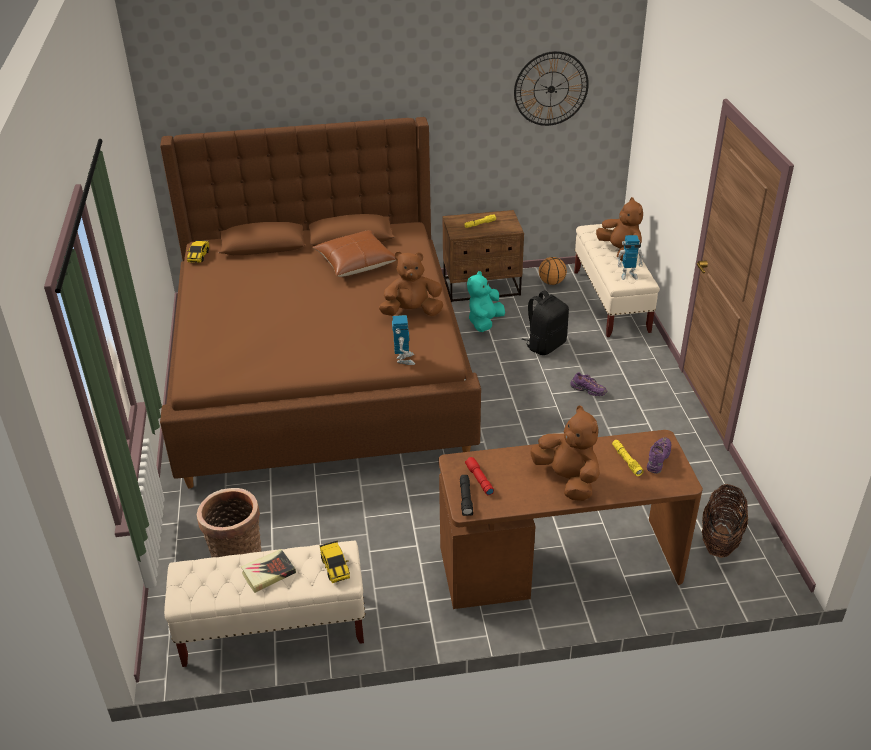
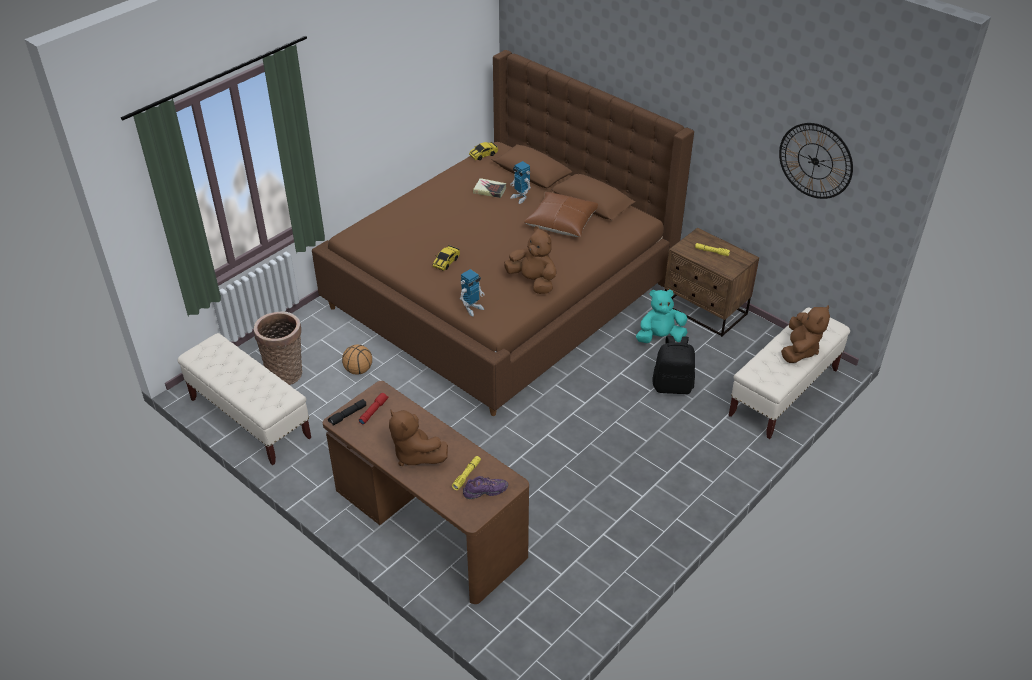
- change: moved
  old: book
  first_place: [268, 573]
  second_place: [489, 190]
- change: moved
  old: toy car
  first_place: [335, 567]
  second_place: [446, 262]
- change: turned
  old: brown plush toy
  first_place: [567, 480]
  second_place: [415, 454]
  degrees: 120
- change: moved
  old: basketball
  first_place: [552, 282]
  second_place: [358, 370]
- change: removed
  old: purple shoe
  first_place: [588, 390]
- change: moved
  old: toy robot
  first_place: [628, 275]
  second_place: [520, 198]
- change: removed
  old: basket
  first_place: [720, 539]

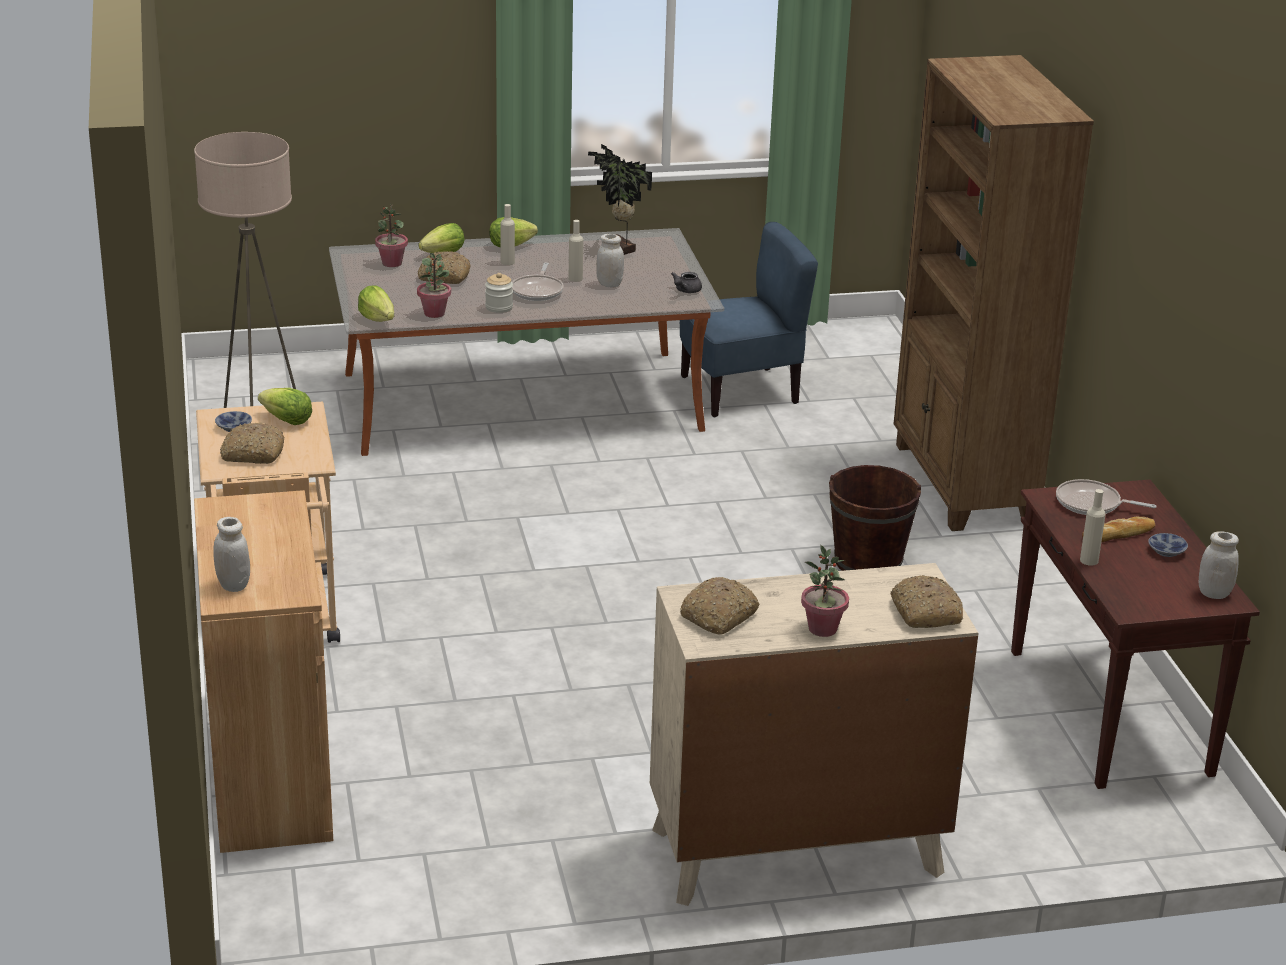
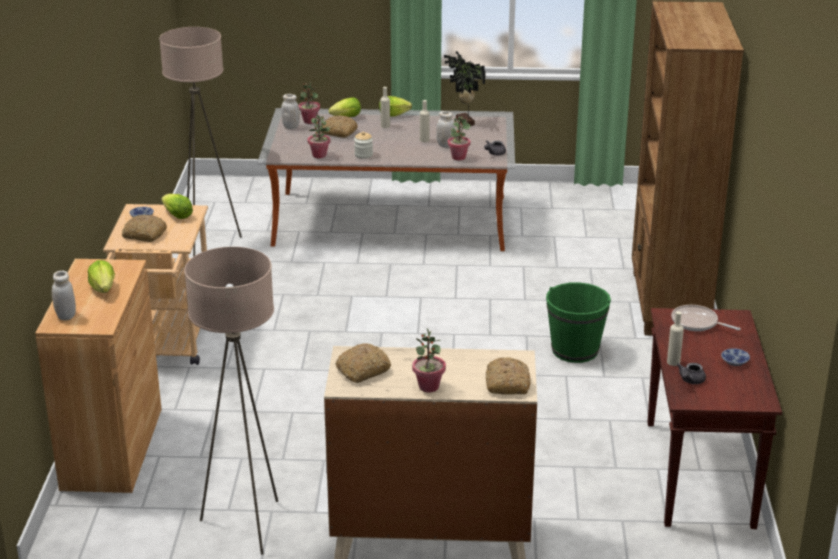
- change: moved
  old: lettuce
  first_place: [377, 319]
  second_place: [103, 289]
- change: removed
  old: frying pan
  first_place: [538, 291]
- change: removed
  old: blue chair
  first_place: [740, 391]
- change: recoloured
  old: brown bucket
  new: green bucket
  first_place: [868, 562]
  second_place: [575, 350]
- change: removed
  old: bread
  first_place: [1118, 534]
- change: moved
  old: white jar
  first_place: [1214, 593]
  second_place: [291, 127]
- change: added
  new: beige floor lamp
  second_place: [246, 525]
- change: added
  new: potted plant
  second_place: [458, 157]
- change: added
  new: grey teapot
  second_place: [690, 381]

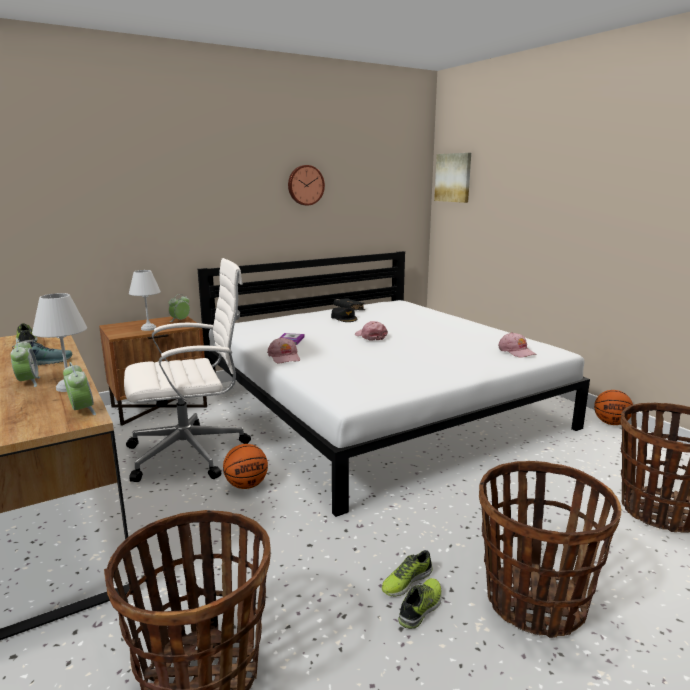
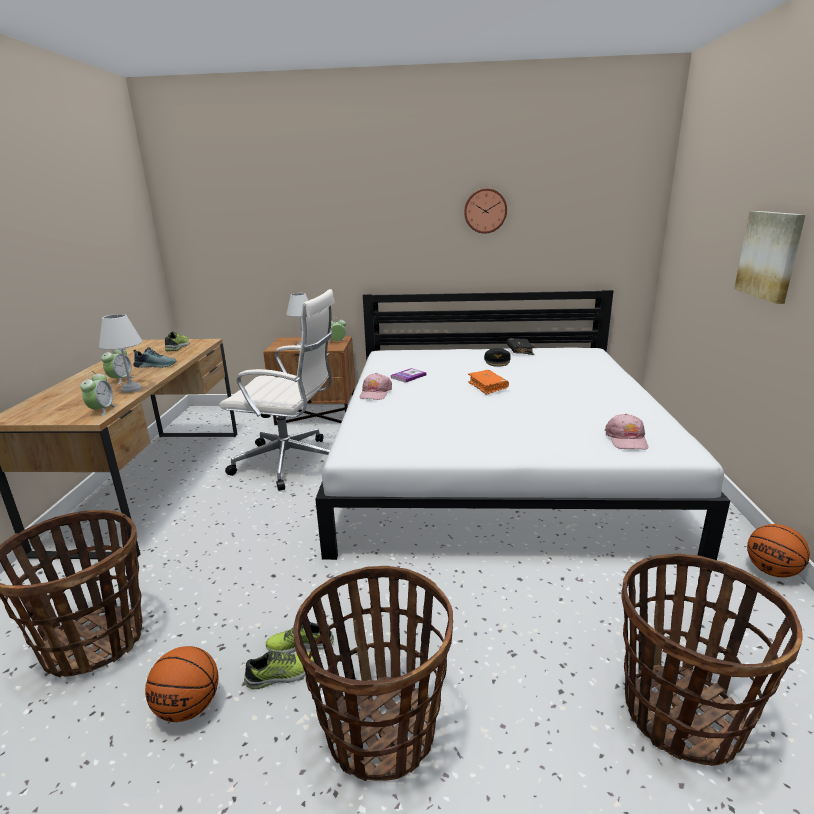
- change: moved
  old: basketball
  first_place: [246, 485]
  second_place: [188, 707]
- change: replaced
  old: pink cap
  new: orange book
  first_place: [370, 336]
  second_place: [487, 386]
- change: moved
  old: picture
  first_place: [453, 177]
  second_place: [770, 255]

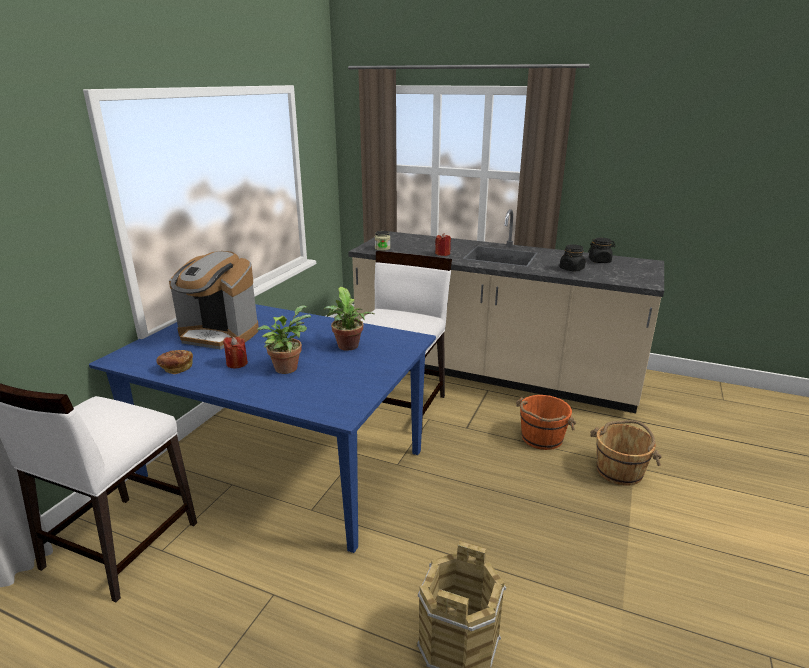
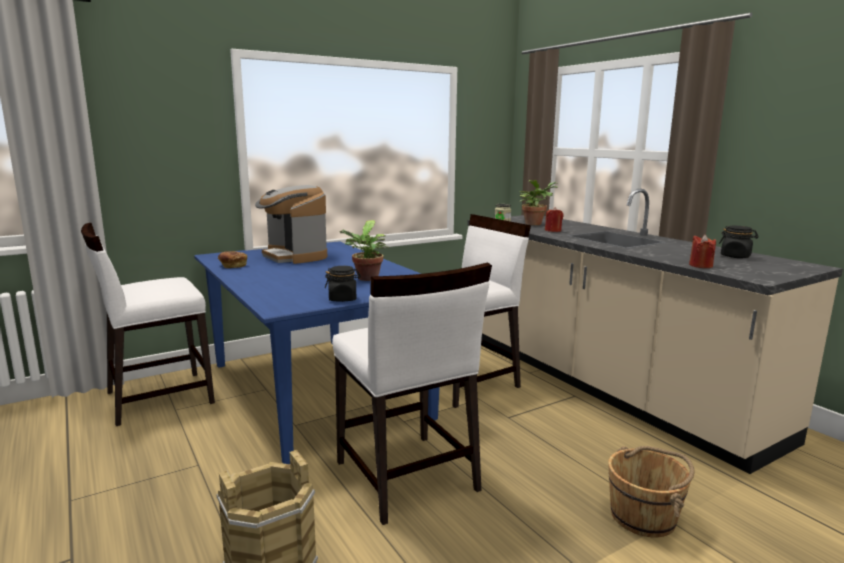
- change: moved
  old: red candle
  first_place: [237, 363]
  second_place: [700, 265]
- change: moved
  old: potted plant
  first_place: [287, 367]
  second_place: [534, 223]
- change: removed
  old: orange bucket
  first_place: [541, 438]
- change: moved
  old: black jar
  first_place: [571, 269]
  second_place: [343, 299]
- change: added
  new: white chair
  second_place: [406, 477]

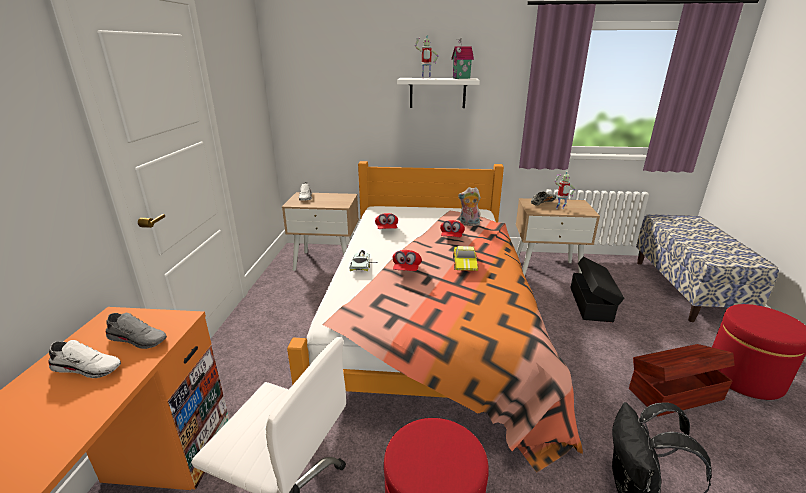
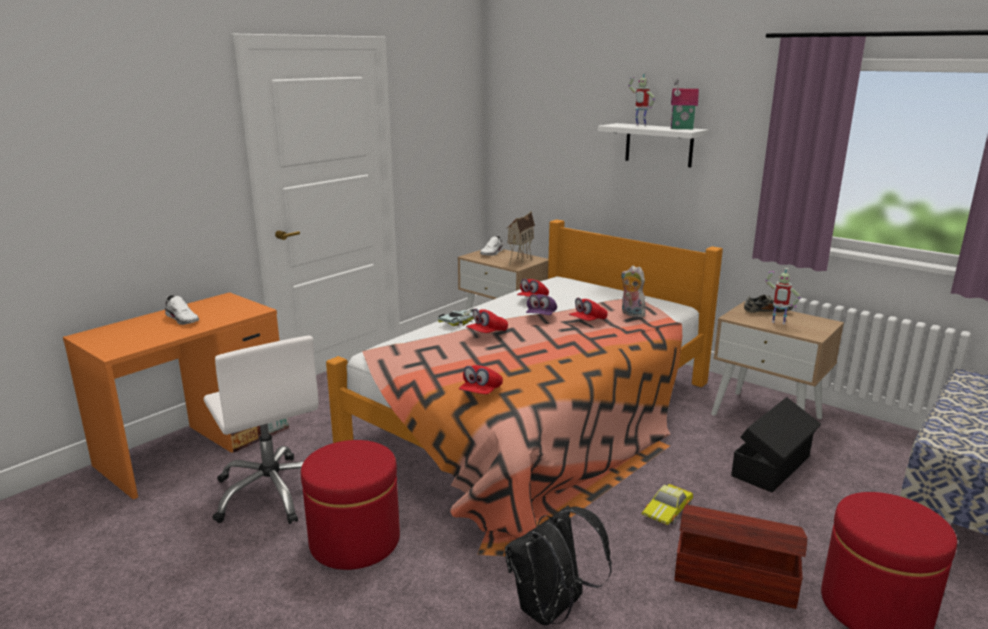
- change: removed
  old: grey shoe
  first_place: [139, 339]
- change: moved
  old: toy car
  first_place: [466, 263]
  second_place: [668, 511]
- change: added
  new: red cap
  second_place: [481, 393]
- change: added
  new: toy house
  second_place: [519, 261]
- change: added
  new: purple cap
  second_place: [541, 316]

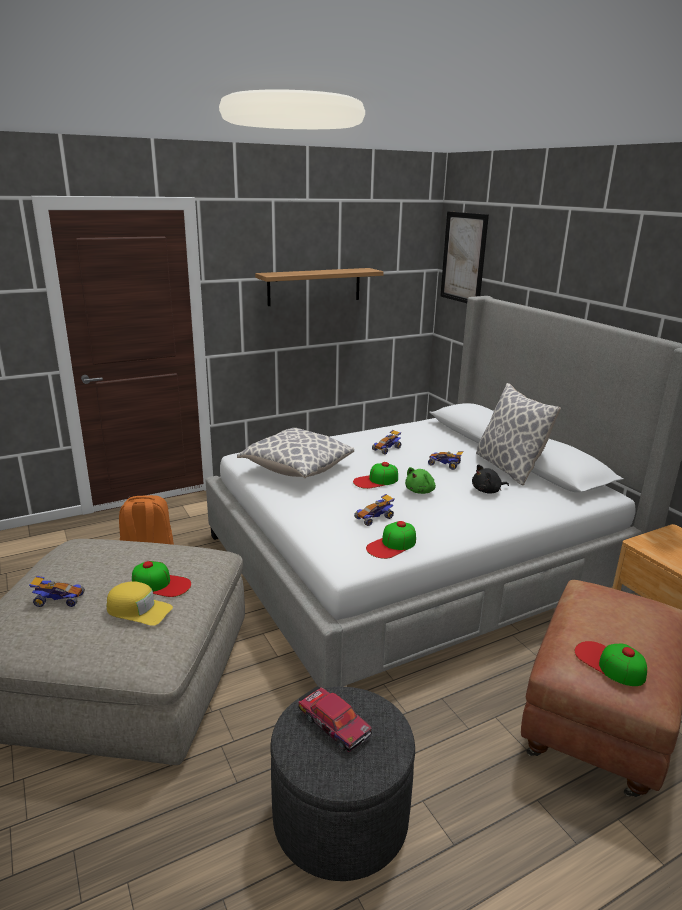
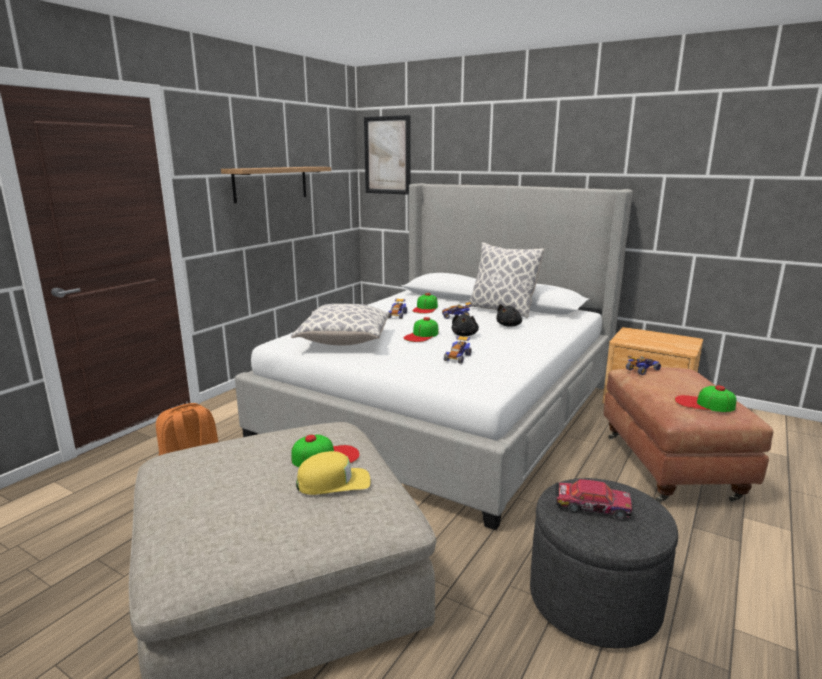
- change: moved
  old: toy car
  first_place: [58, 600]
  second_place: [642, 370]
- change: moved
  old: cap
  first_place: [392, 545]
  second_place: [425, 308]
- change: recoloured
  old: green plush toy
  new: black plush toy
  first_place: [420, 491]
  second_place: [464, 335]

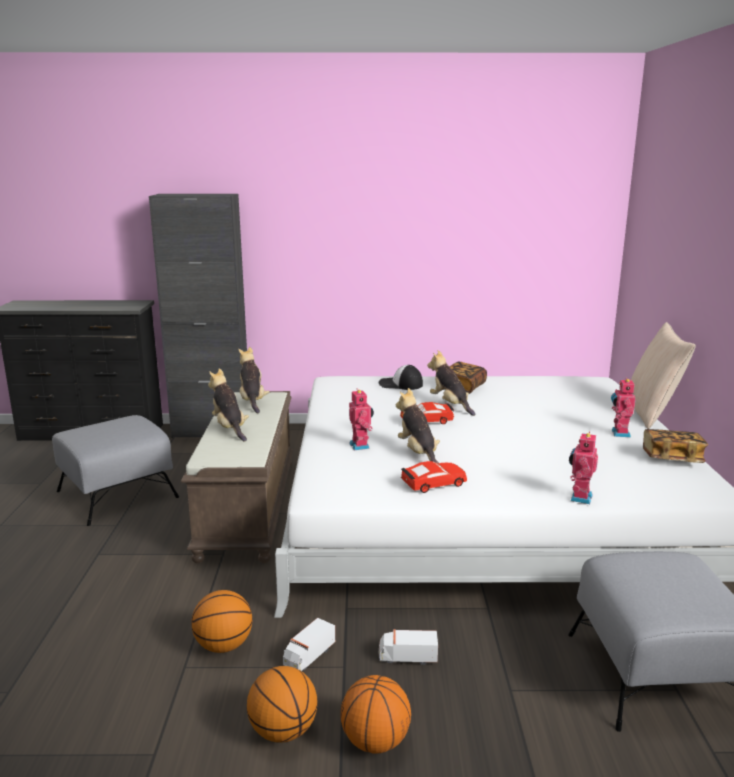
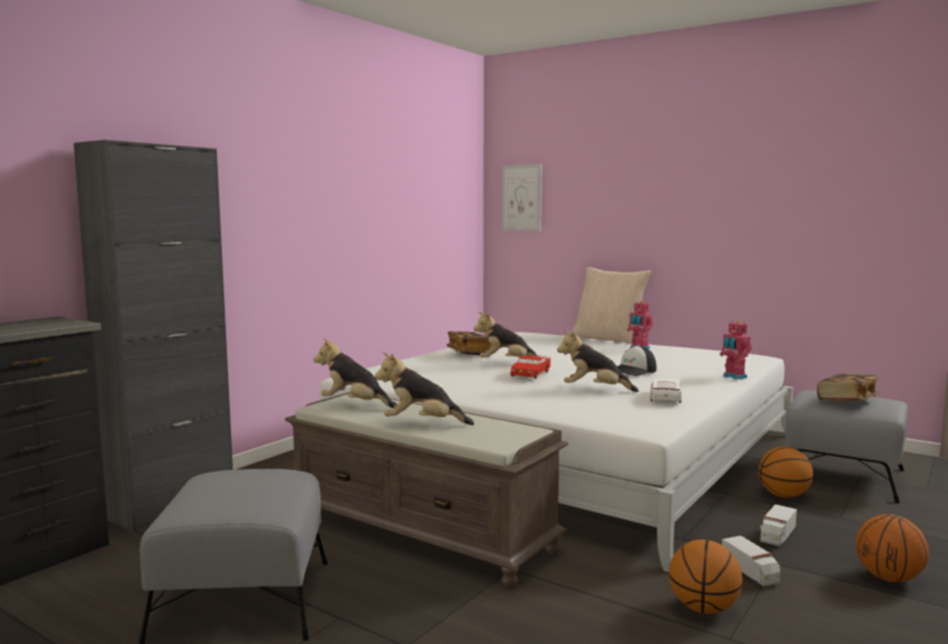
- change: moved
  old: basketball
  first_place: [283, 731]
  second_place: [784, 496]
- change: removed
  old: toy robot
  first_place: [361, 445]
- change: moved
  old: cap
  first_place: [400, 384]
  second_place: [633, 371]
- change: recoloured
  old: red toy car
  new: white toy car
  first_place: [433, 483]
  second_place: [665, 397]
- change: moved
  old: book
  first_place: [671, 458]
  second_place: [847, 400]
- change: added
  new: picture
  second_place: [521, 197]

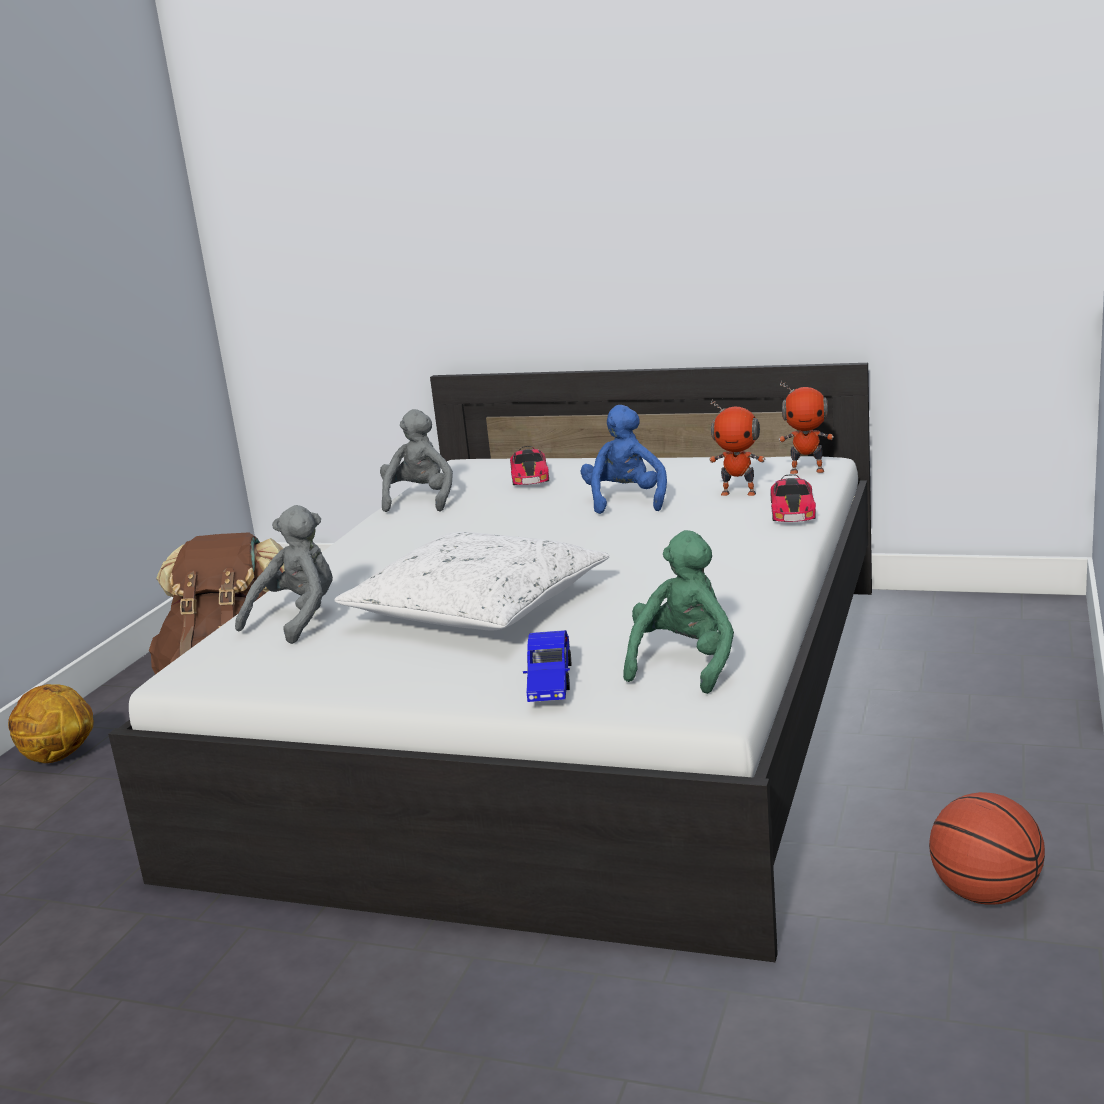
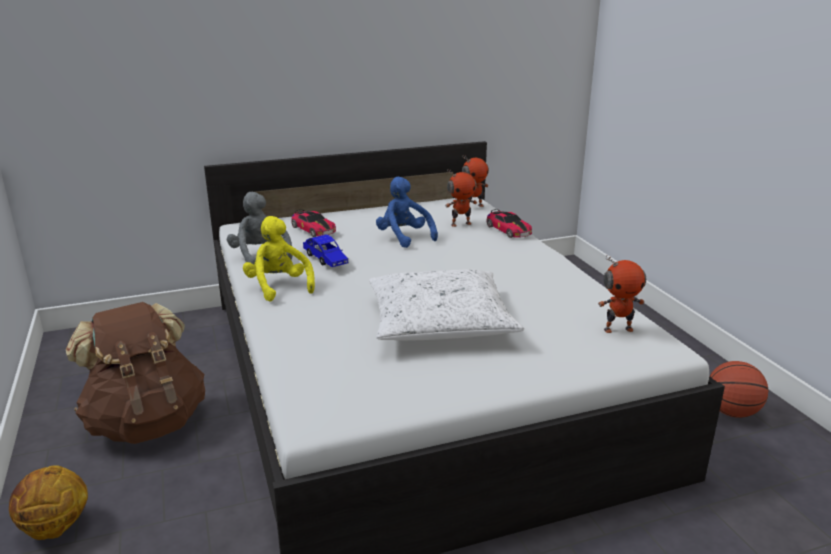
- change: removed
  old: grey plush toy
  first_place: [298, 619]
- change: moved
  old: blue toy car
  first_place: [550, 681]
  second_place: [325, 259]
- change: replaced
  old: green plush toy
  new: toy robot
  first_place: [685, 664]
  second_place: [618, 329]
- change: added
  new: yellow plush toy
  second_place: [279, 287]

